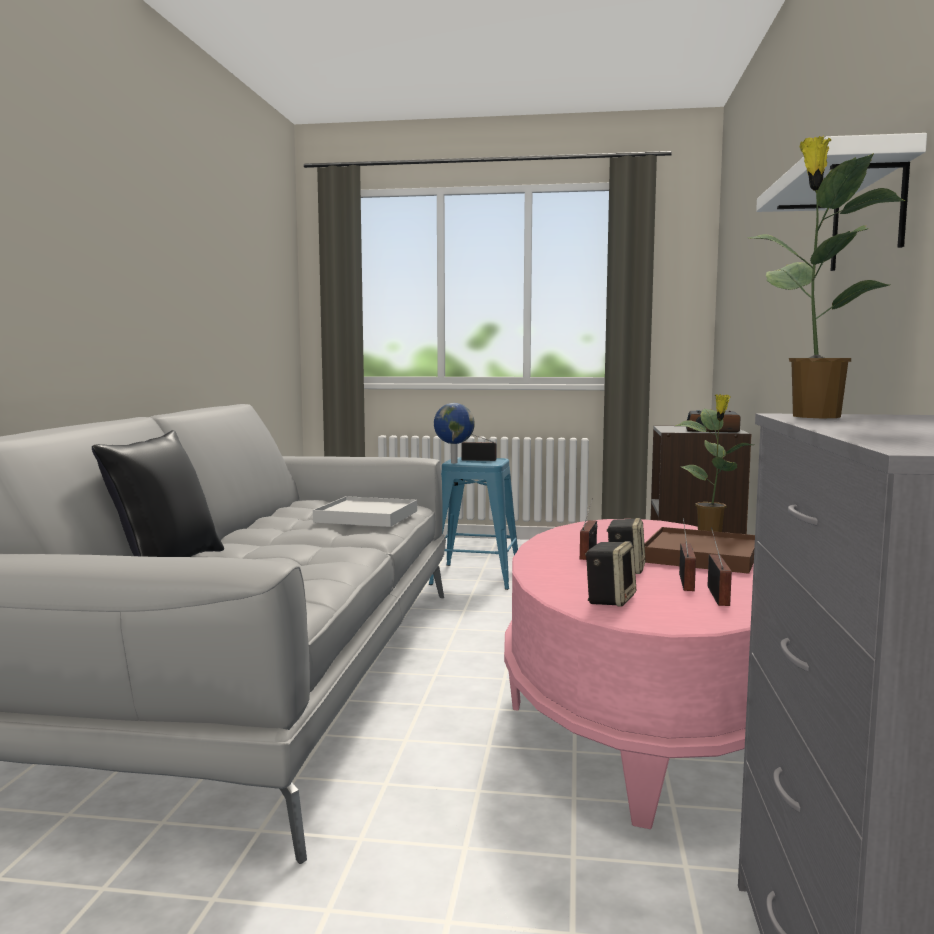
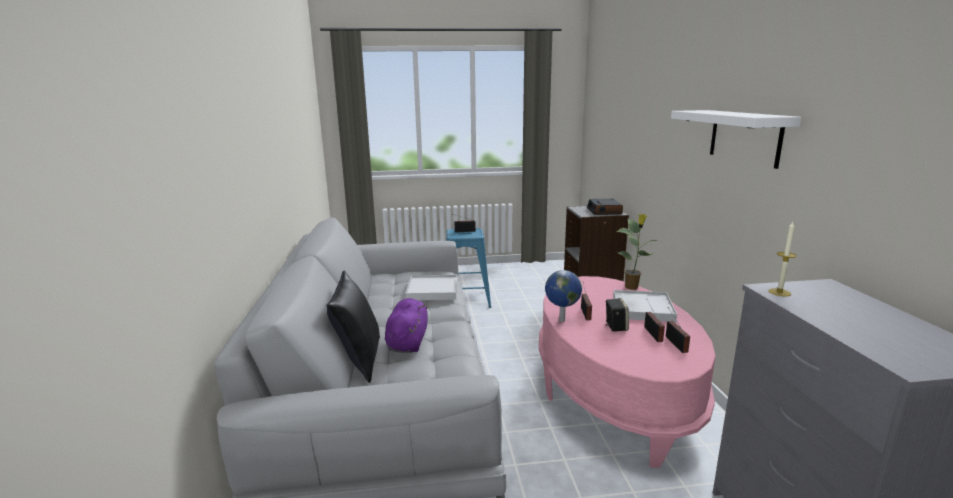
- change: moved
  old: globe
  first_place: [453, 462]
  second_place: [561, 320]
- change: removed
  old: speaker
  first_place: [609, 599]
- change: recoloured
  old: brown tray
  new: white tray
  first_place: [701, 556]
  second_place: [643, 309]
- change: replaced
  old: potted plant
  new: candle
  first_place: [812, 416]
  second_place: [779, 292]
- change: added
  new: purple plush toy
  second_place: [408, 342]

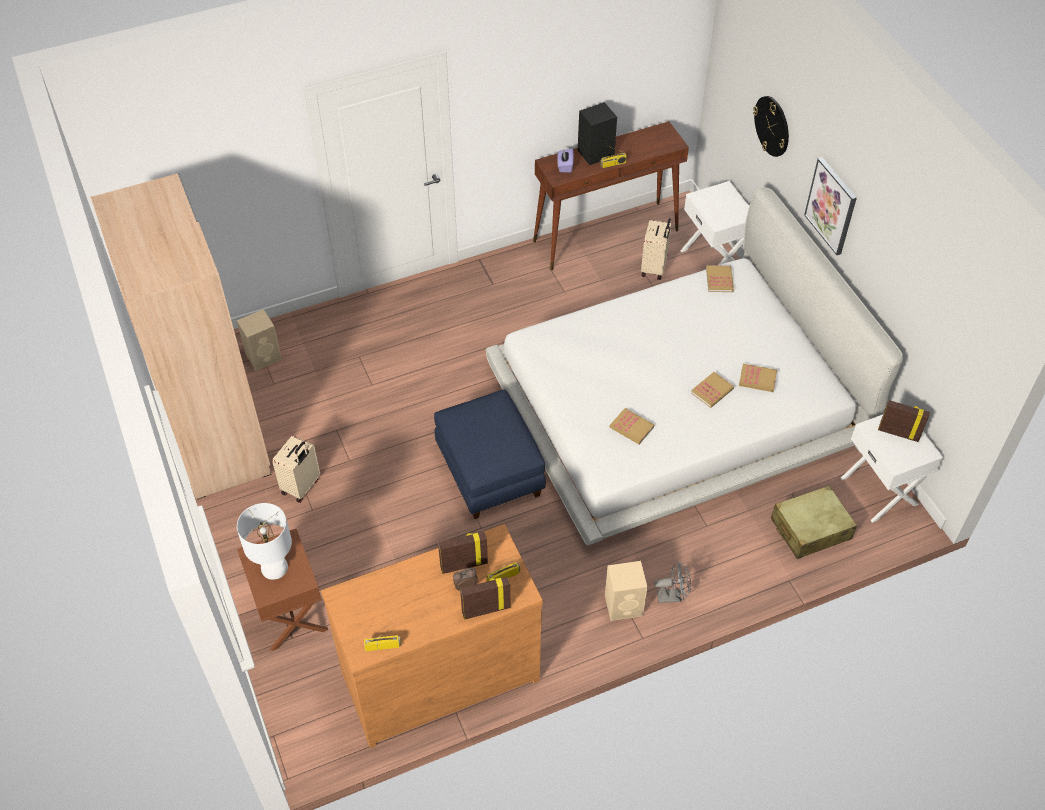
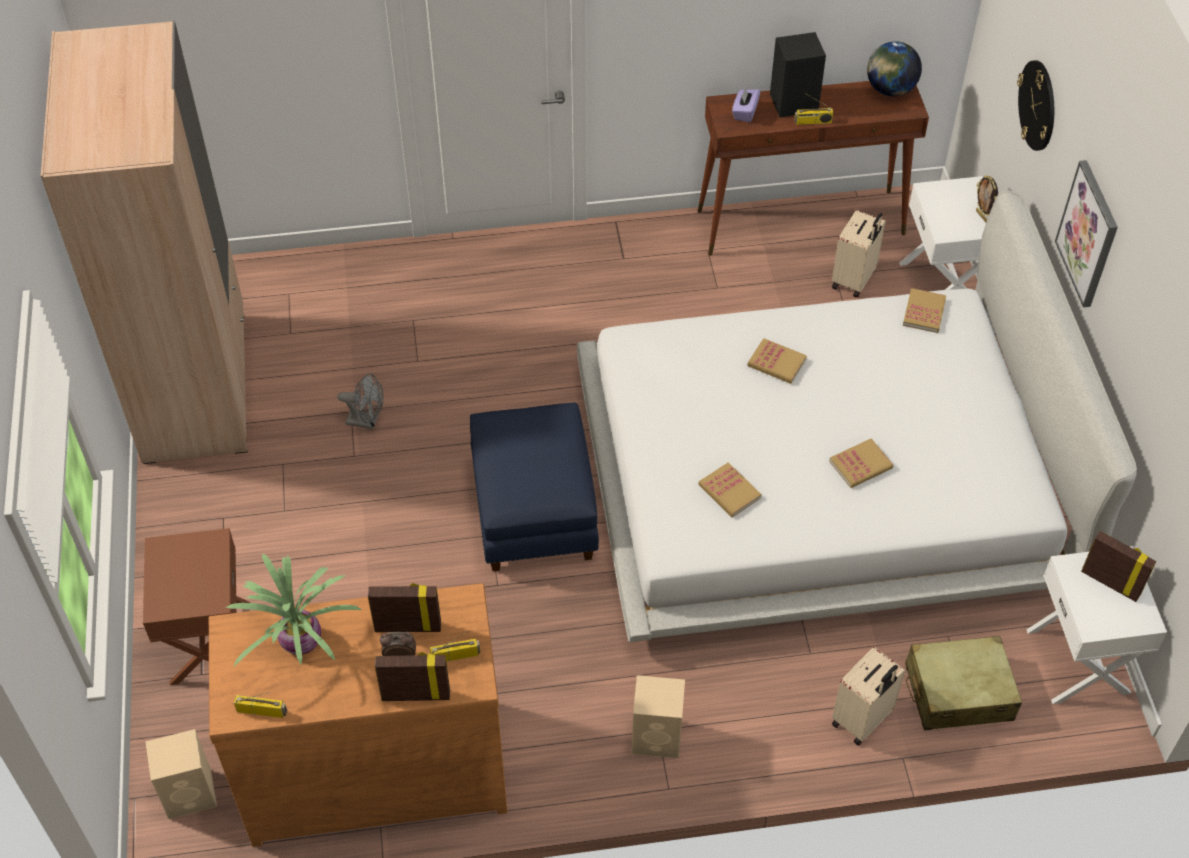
- change: moved
  old: beige speaker
  first_place: [264, 356]
  second_place: [191, 793]
- change: removed
  old: white table lamp
  first_place: [275, 568]
- change: moved
  old: beige suitcase
  first_place: [301, 486]
  second_place: [862, 720]
- change: moved
  old: grey fan
  first_place: [672, 596]
  second_place: [367, 421]
- change: moved
  old: book
  first_place: [757, 379]
  second_place: [776, 363]
- change: added
  new: potted plant
  second_place: [299, 642]
- change: added
  new: globe
  second_place: [890, 89]
- change: added
  new: picture frame
  second_place: [982, 216]

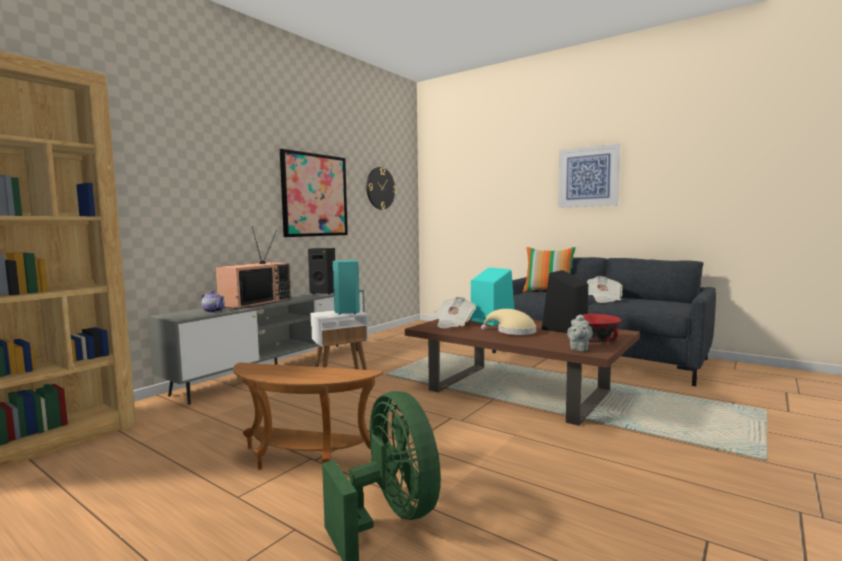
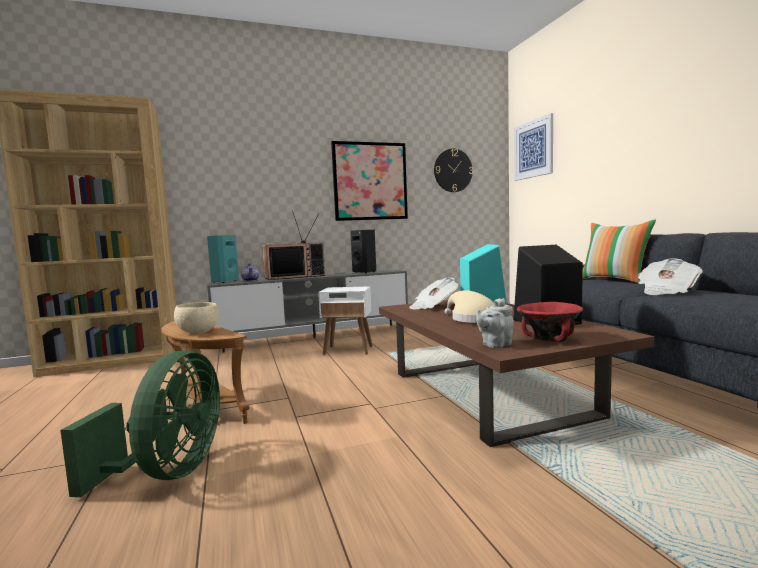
- change: moved
  old: turquoise speaker
  first_place: [346, 312]
  second_place: [224, 281]
- change: moved
  old: picture
  first_place: [588, 177]
  second_place: [533, 149]
- change: added
  new: beige bowl
  second_place: [198, 332]

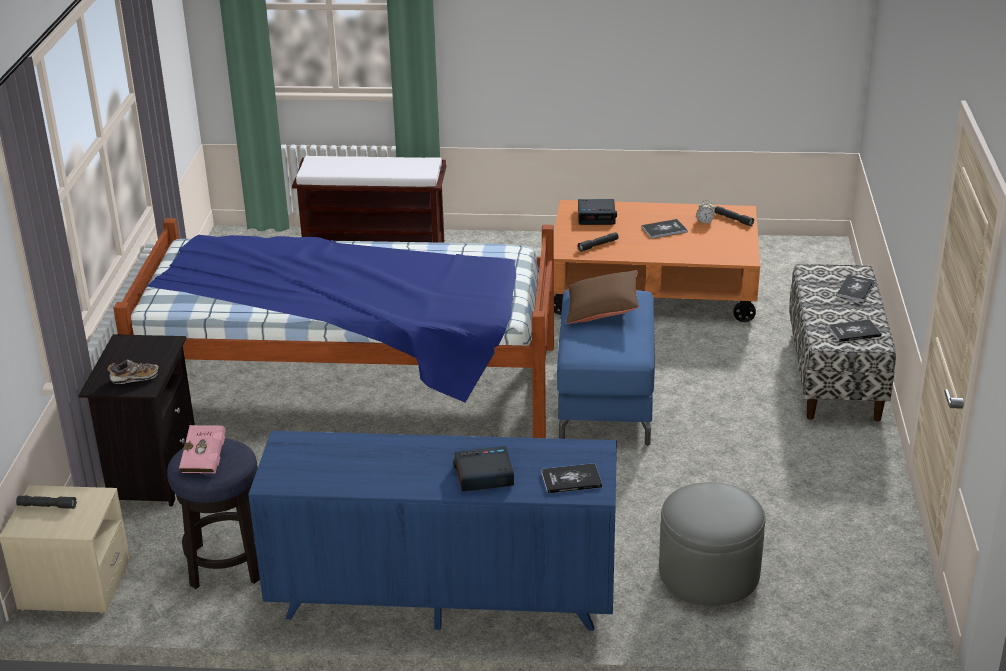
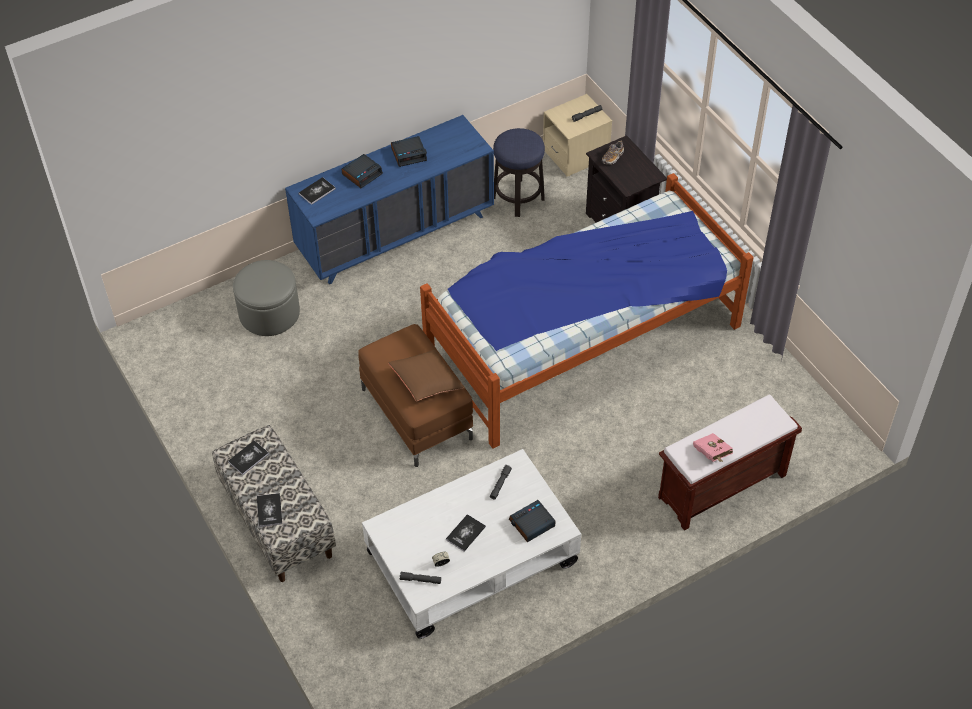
- change: moved
  old: pink book
  first_place: [206, 459]
  second_place: [712, 454]
- change: recoloured
  old: orange coffee table
  new: white coffee table
  first_place: [653, 287]
  second_place: [472, 559]
- change: recoloured
  old: blue ottoman
  new: brown ottoman
  first_place: [605, 399]
  second_place: [417, 414]
- change: added
  new: alarm clock
  second_place: [409, 154]

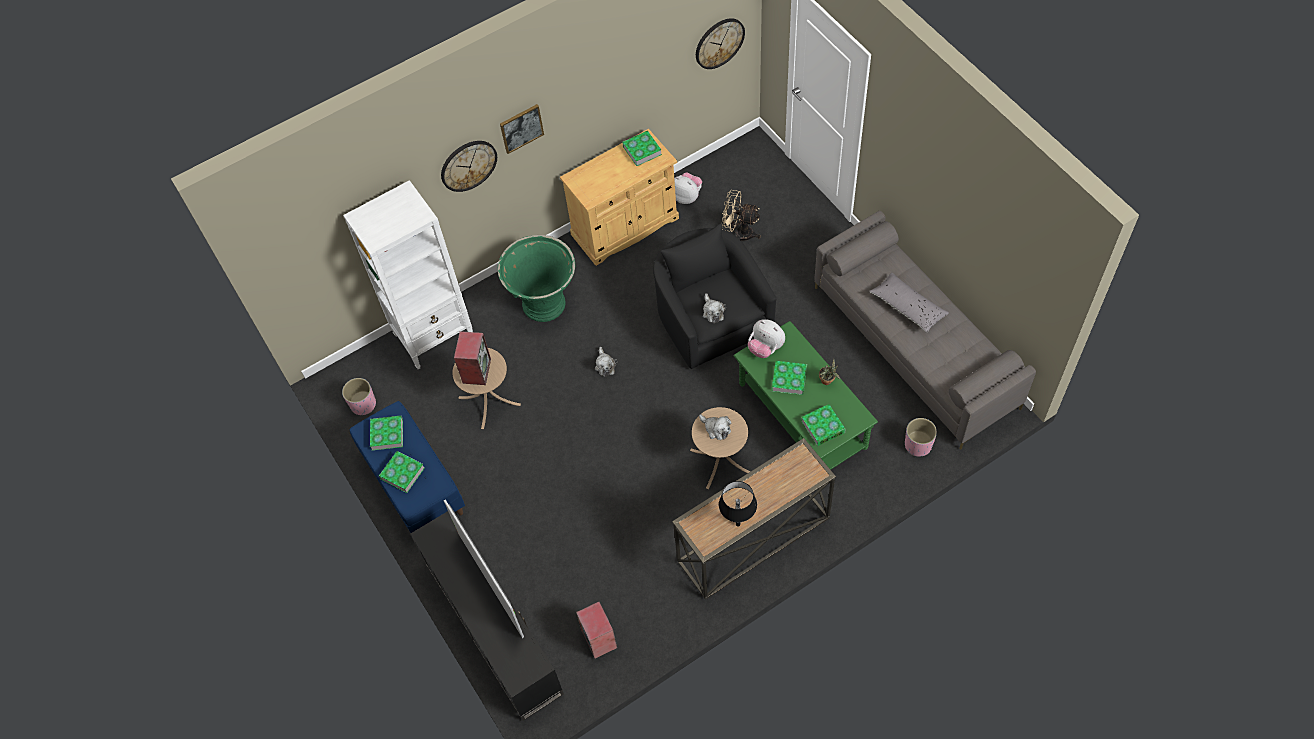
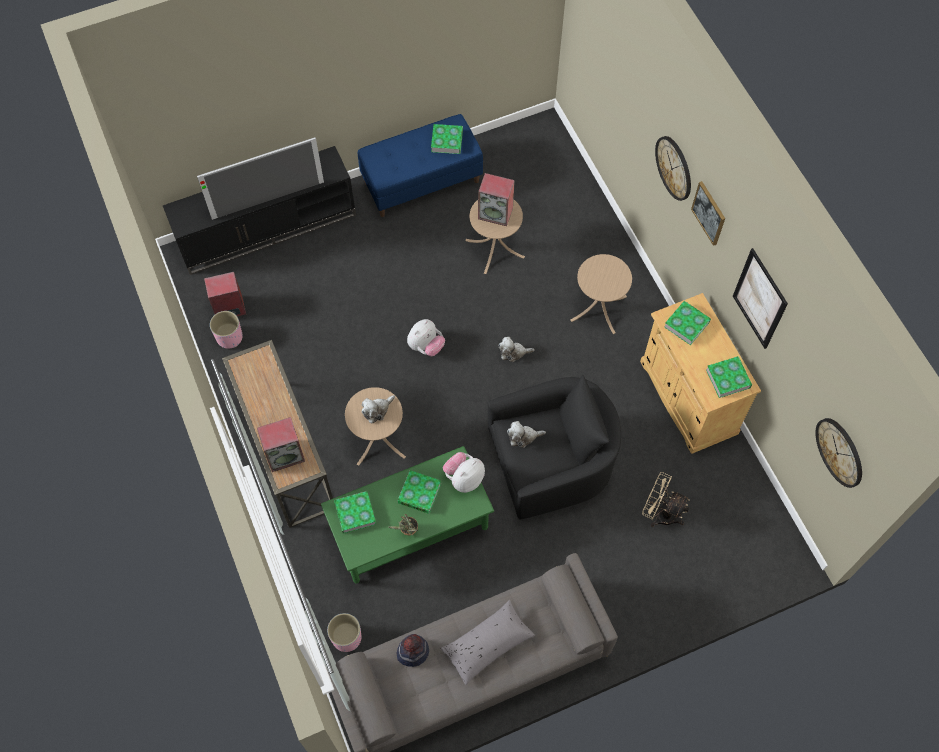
- change: moved
  old: pink planter
  first_place: [363, 404]
  second_place: [230, 337]
- change: removed
  old: white bookcase
  first_place: [435, 336]
- change: moved
  old: book
  first_place: [402, 473]
  second_place: [686, 324]
- change: replaced
  old: green planter
  new: beige side table
  first_place: [545, 305]
  second_place: [598, 308]
- change: moved
  old: plush toy
  first_place: [686, 196]
  second_place: [426, 346]
- change: removed
  old: black table lamp
  first_place: [737, 524]
- change: turned
  old: beige fan
  first_place: [739, 233]
  second_place: [660, 513]
  degrees: -90
- change: added
  new: speaker
  second_place: [285, 454]
- change: added
  new: hat
  second_place: [412, 651]
- change: added
  new: picture
  second_place: [759, 299]

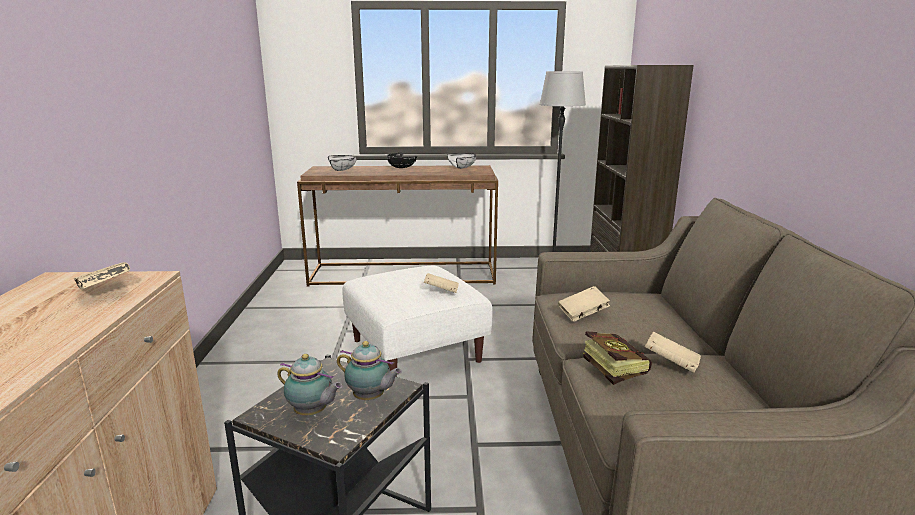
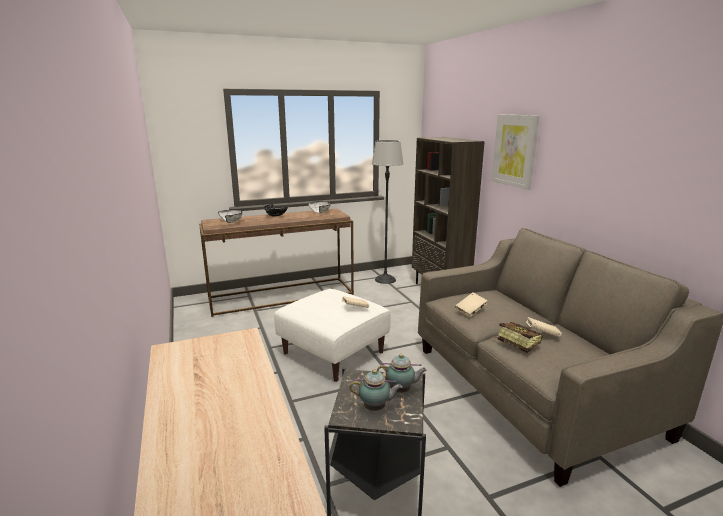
- change: removed
  old: beige book
  first_place: [105, 291]
- change: added
  new: picture
  second_place: [515, 150]

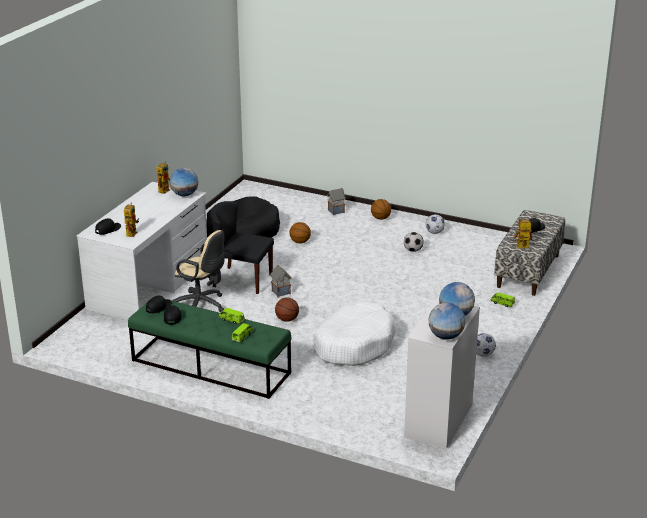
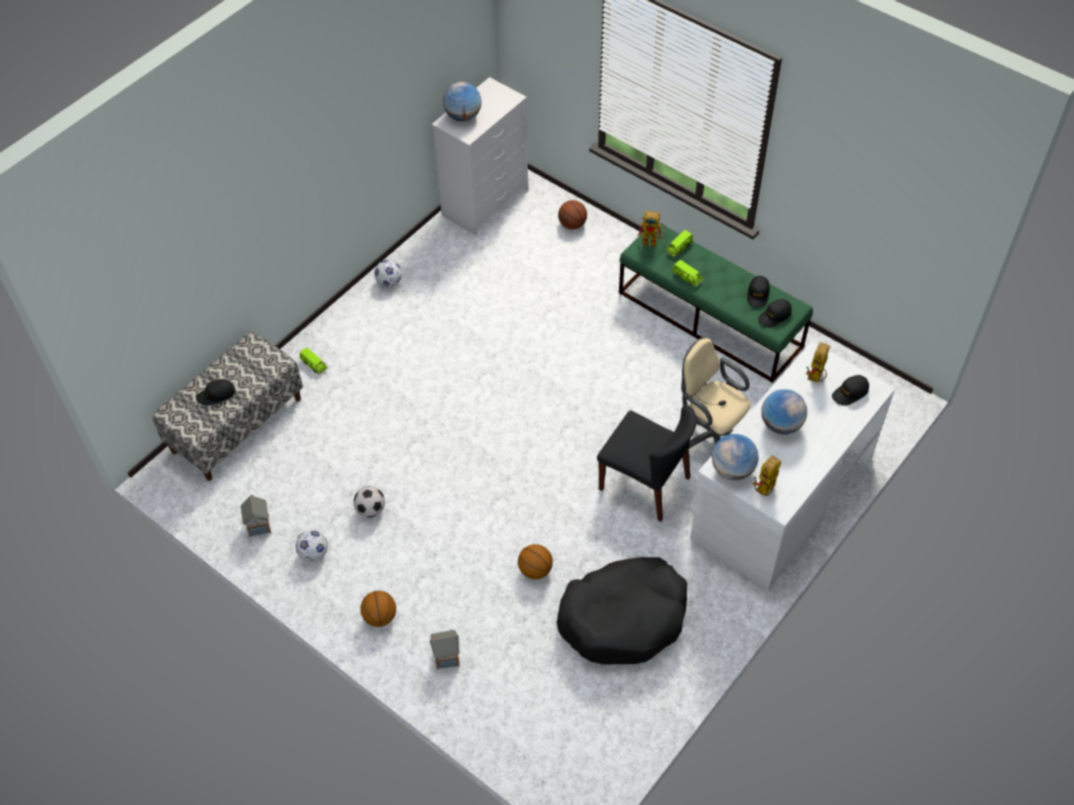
- change: moved
  old: toy house
  first_place: [280, 292]
  second_place: [259, 526]
- change: moved
  old: basketball
  first_place: [286, 319]
  second_place: [572, 225]
- change: removed
  old: white dog bed
  first_place: [354, 344]
- change: moved
  old: globe
  first_place: [446, 336]
  second_place: [781, 424]
- change: moved
  old: toy robot
  first_place: [520, 247]
  second_place: [653, 241]

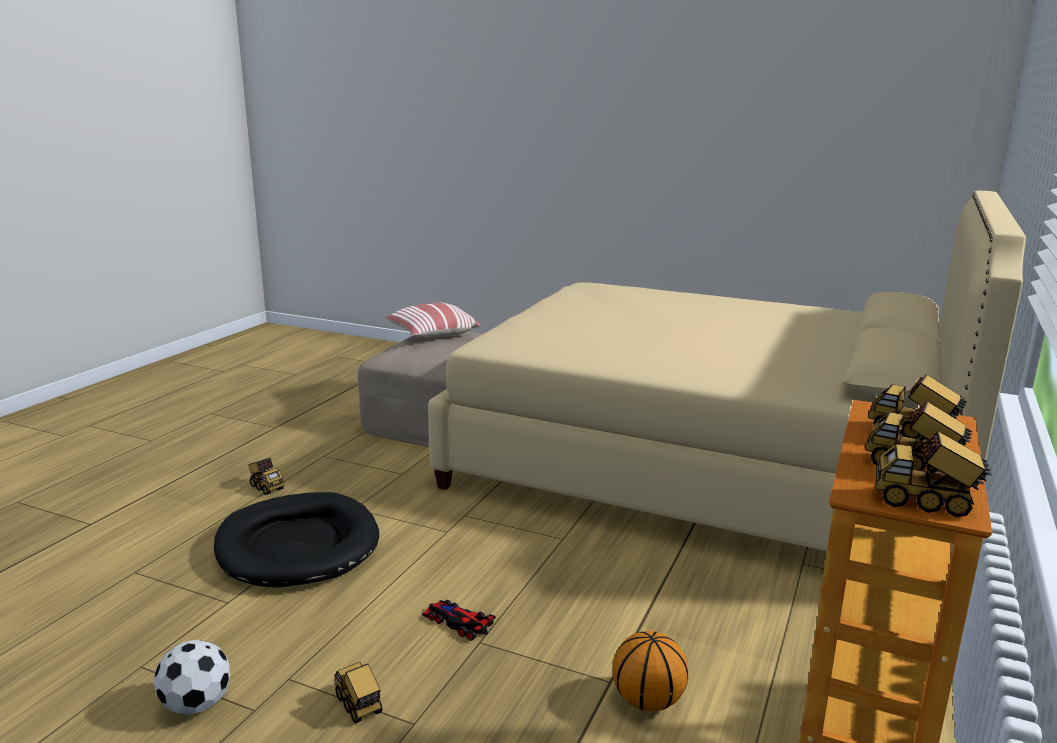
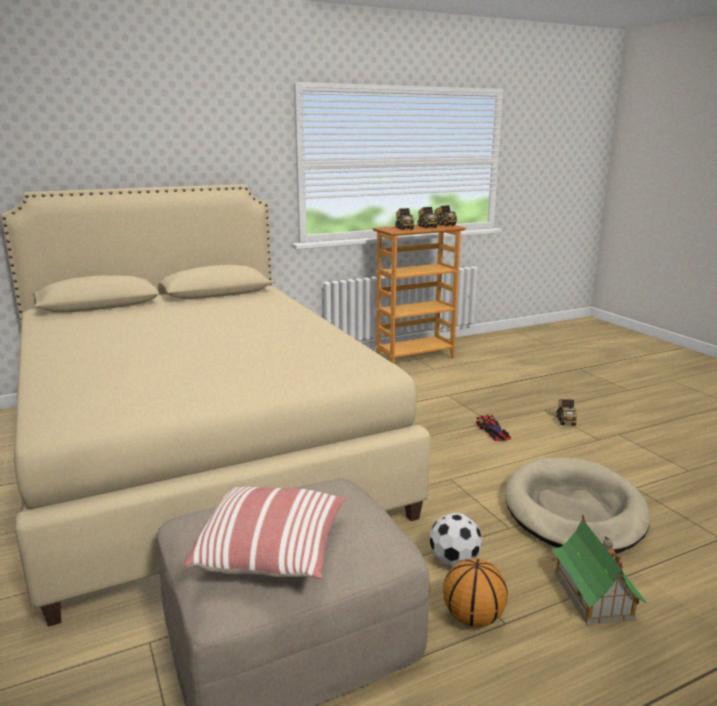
- change: moved
  old: football
  first_place: [196, 705]
  second_place: [455, 560]
- change: recoloured
  old: black dog bed
  new: beige dog bed
  first_place: [298, 545]
  second_place: [574, 510]
- change: replaced
  old: toy truck
  new: toy house
  first_place: [266, 487]
  second_place: [592, 595]
- change: moved
  old: basketball
  first_place: [648, 700]
  second_place: [472, 618]

